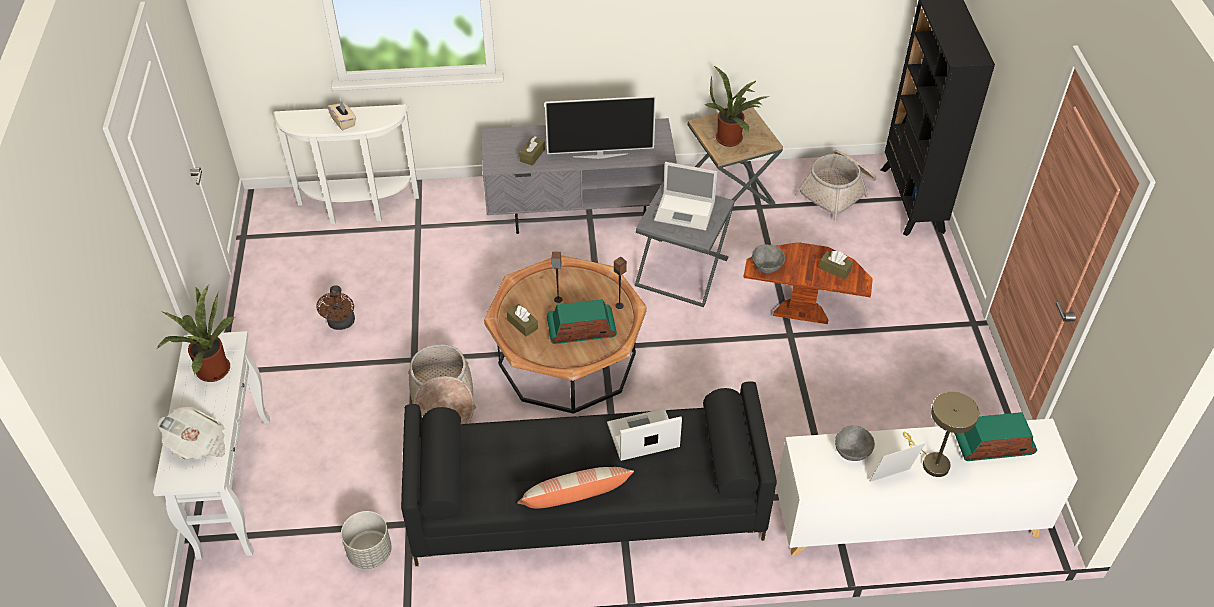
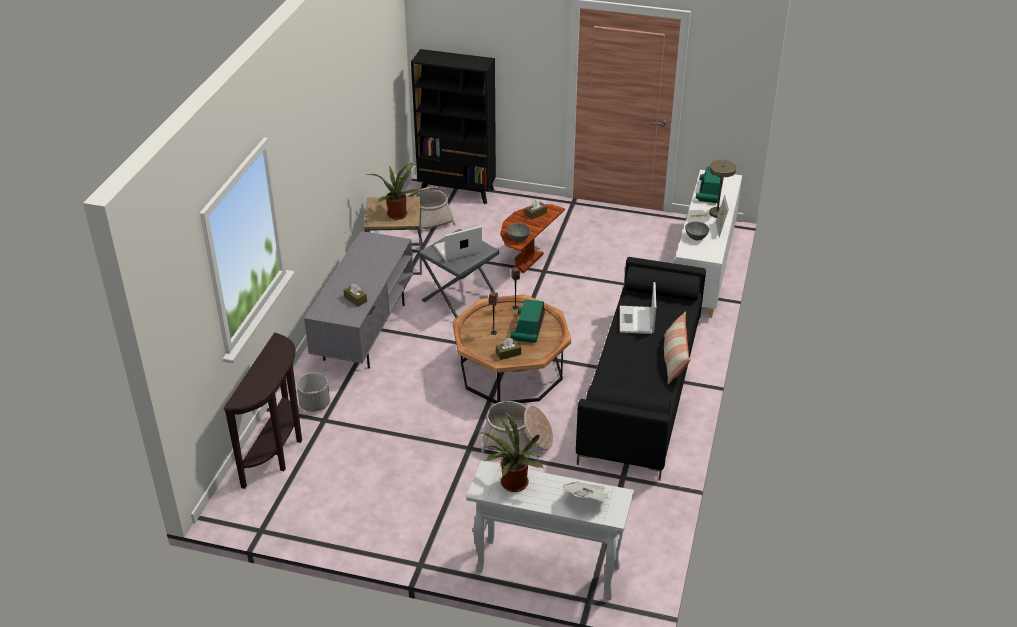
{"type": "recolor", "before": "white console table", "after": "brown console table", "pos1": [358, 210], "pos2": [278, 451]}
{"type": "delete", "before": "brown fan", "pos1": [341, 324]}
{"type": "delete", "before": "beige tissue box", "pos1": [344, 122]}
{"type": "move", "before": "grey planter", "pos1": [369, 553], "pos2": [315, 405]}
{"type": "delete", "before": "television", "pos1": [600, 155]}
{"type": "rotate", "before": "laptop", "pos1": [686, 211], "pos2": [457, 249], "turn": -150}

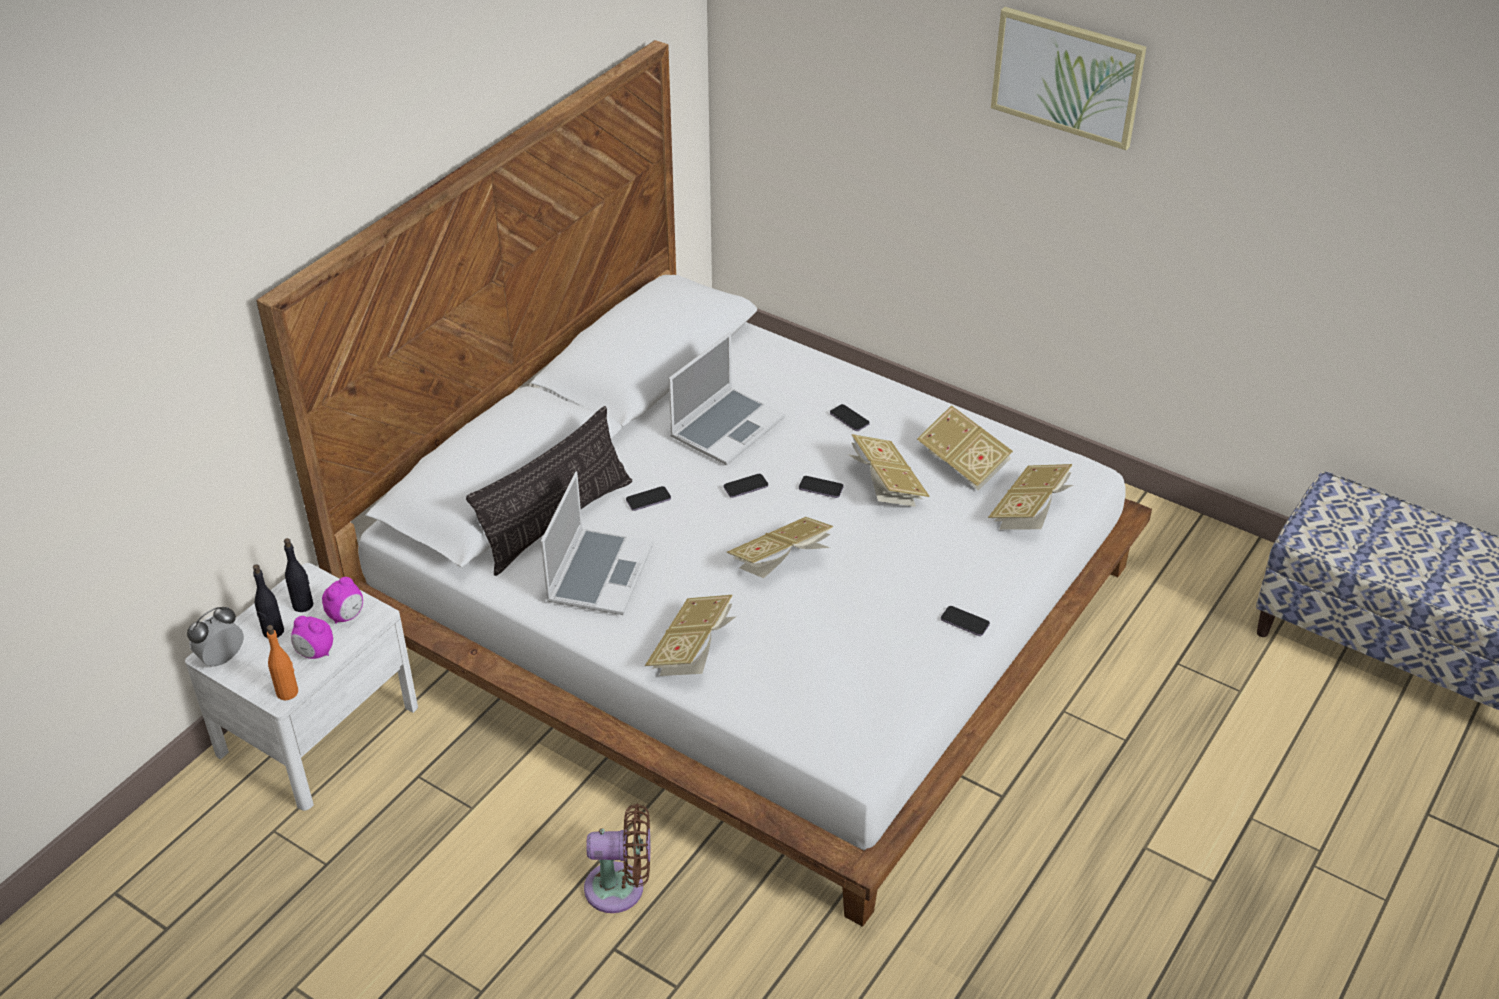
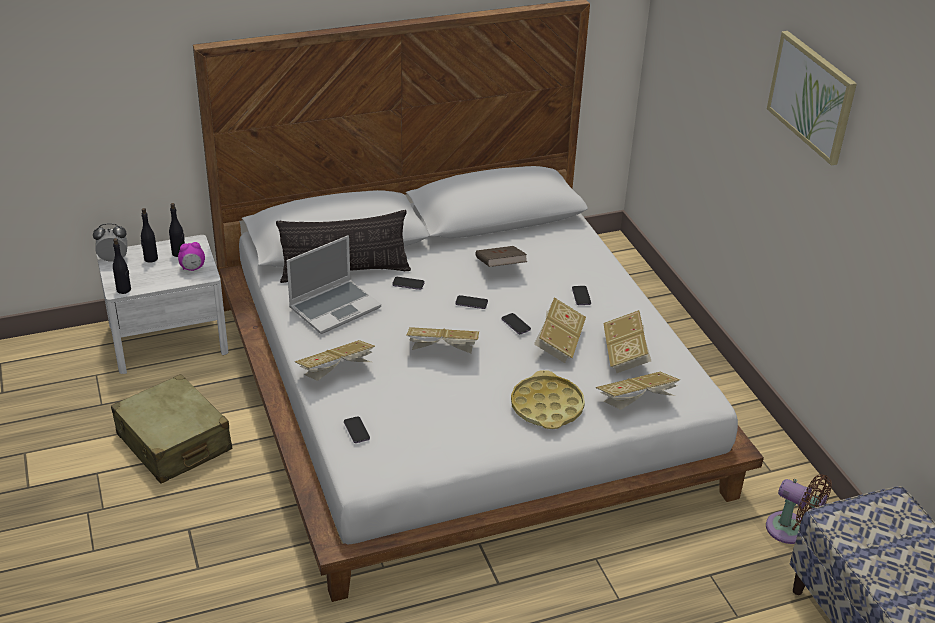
{"type": "recolor", "before": "orange bottle", "after": "black bottle", "pos1": [287, 692], "pos2": [124, 290]}
{"type": "delete", "before": "alarm clock", "pos1": [315, 653]}
{"type": "move", "before": "brown fan", "pos1": [621, 888], "pos2": [791, 530]}
{"type": "replace", "before": "laptop", "after": "brown book", "pos1": [727, 427], "pos2": [500, 267]}
{"type": "move", "before": "phone", "pos1": [964, 622], "pos2": [356, 431]}
{"type": "insert", "after": "beige suitcase", "pos2": [174, 443]}
{"type": "insert", "after": "yellow tray", "pos2": [546, 407]}

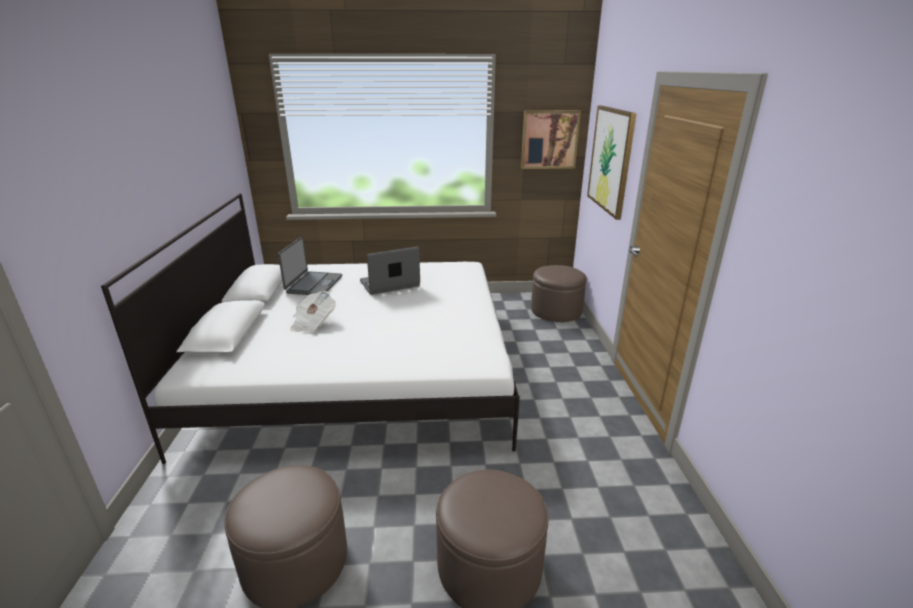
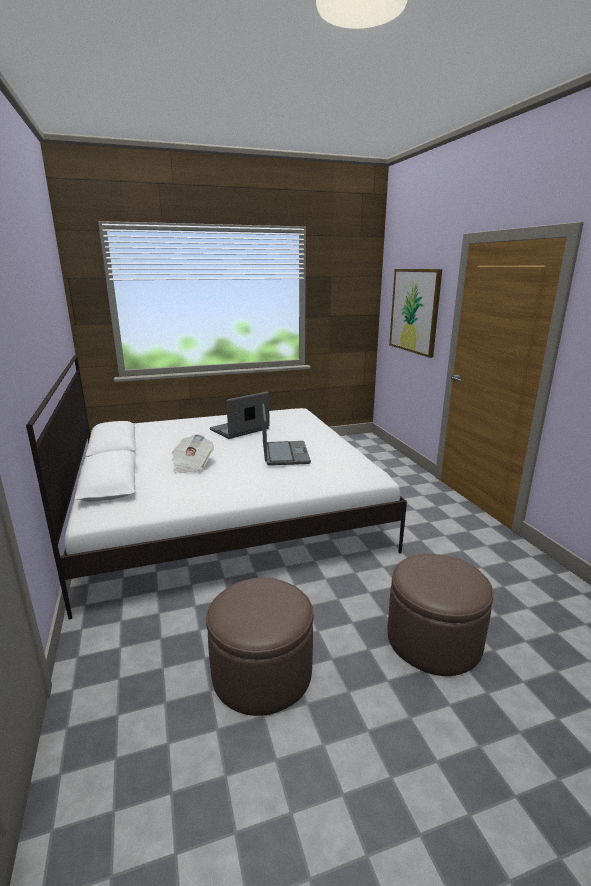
{"type": "move", "before": "laptop", "pos1": [313, 284], "pos2": [284, 454]}
{"type": "delete", "before": "picture", "pos1": [549, 140]}
{"type": "delete", "before": "brown ottoman", "pos1": [556, 310]}

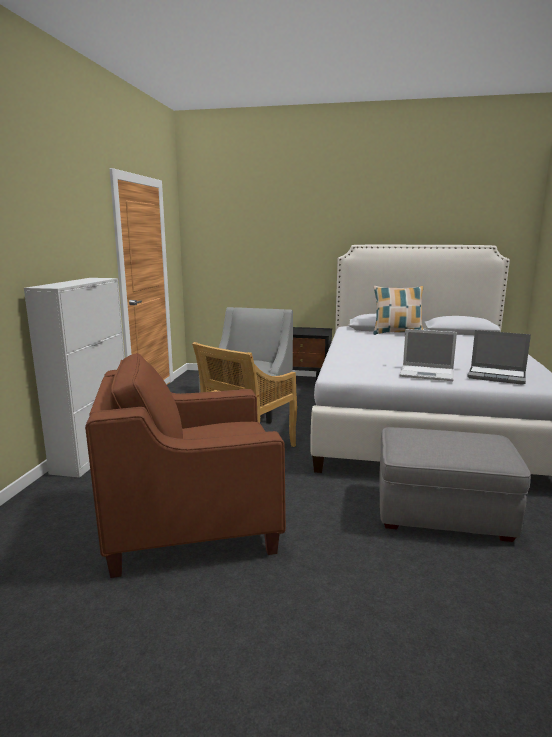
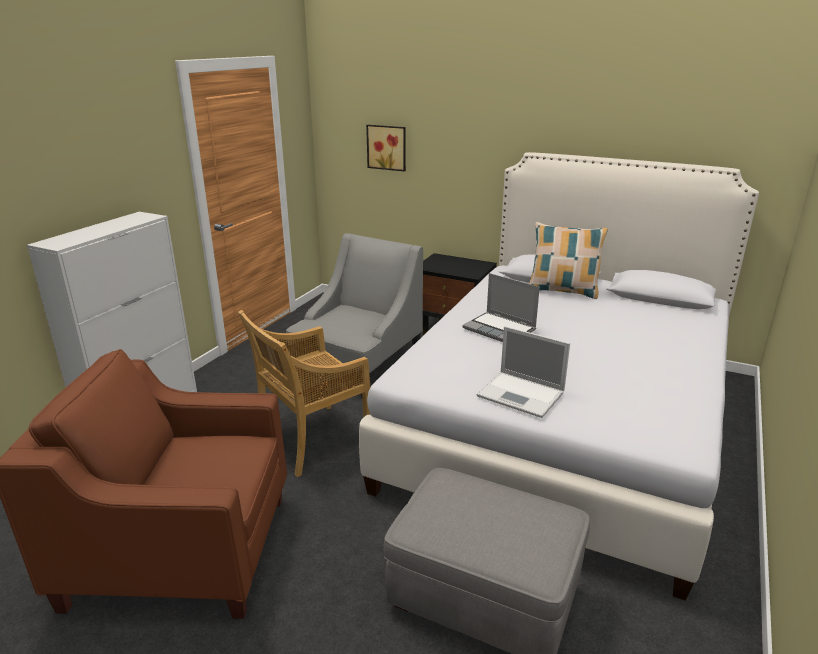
{"type": "move", "before": "laptop", "pos1": [497, 376], "pos2": [500, 329]}
{"type": "insert", "after": "picture", "pos2": [387, 147]}

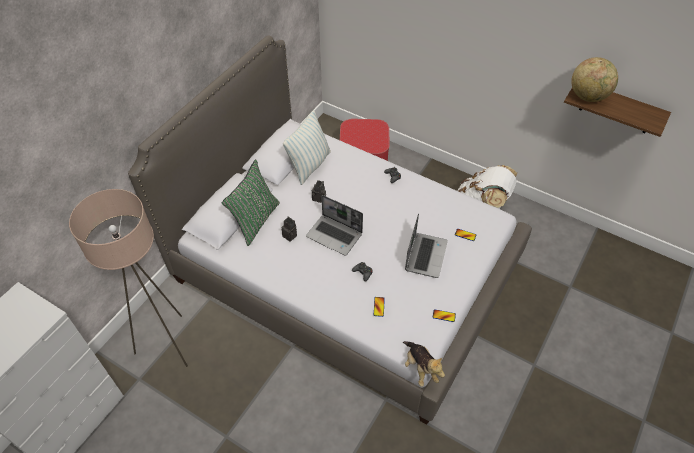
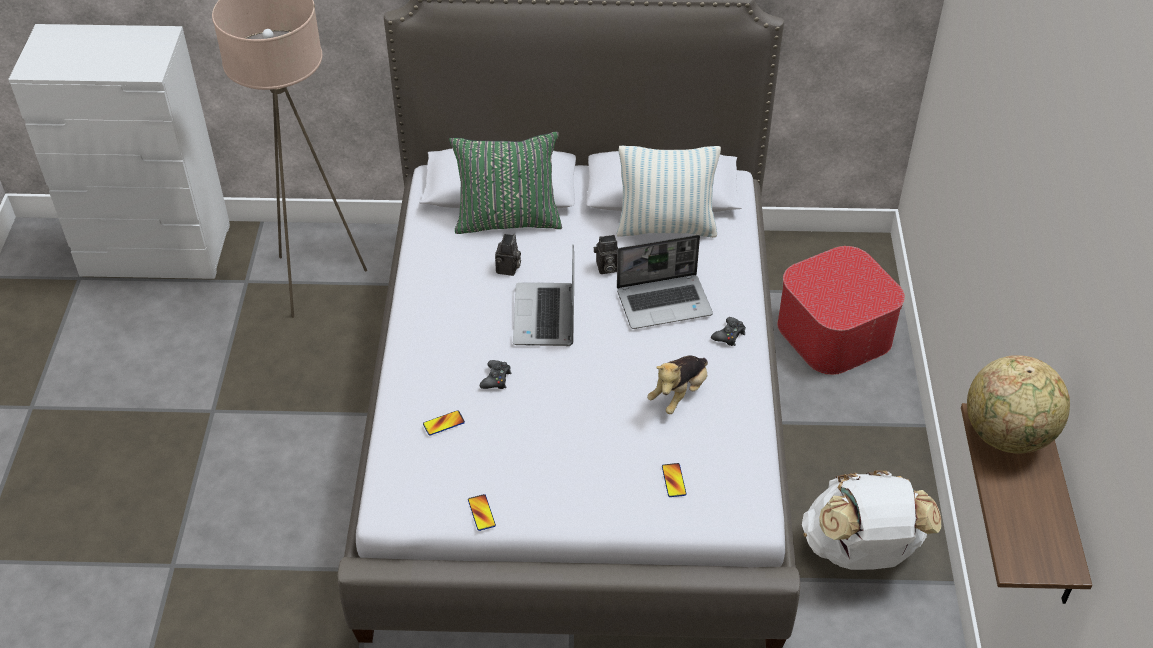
{"type": "move", "before": "plush toy", "pos1": [420, 368], "pos2": [679, 393]}
{"type": "move", "before": "laptop", "pos1": [425, 255], "pos2": [665, 302]}

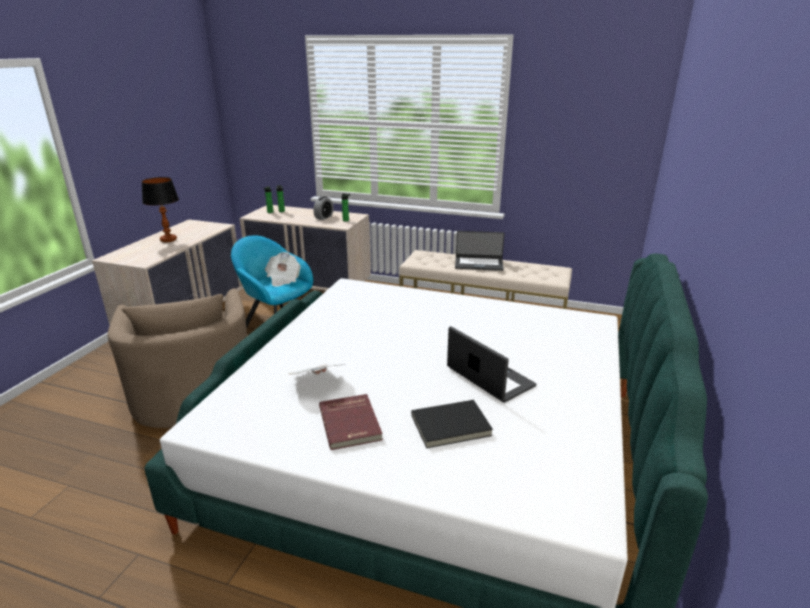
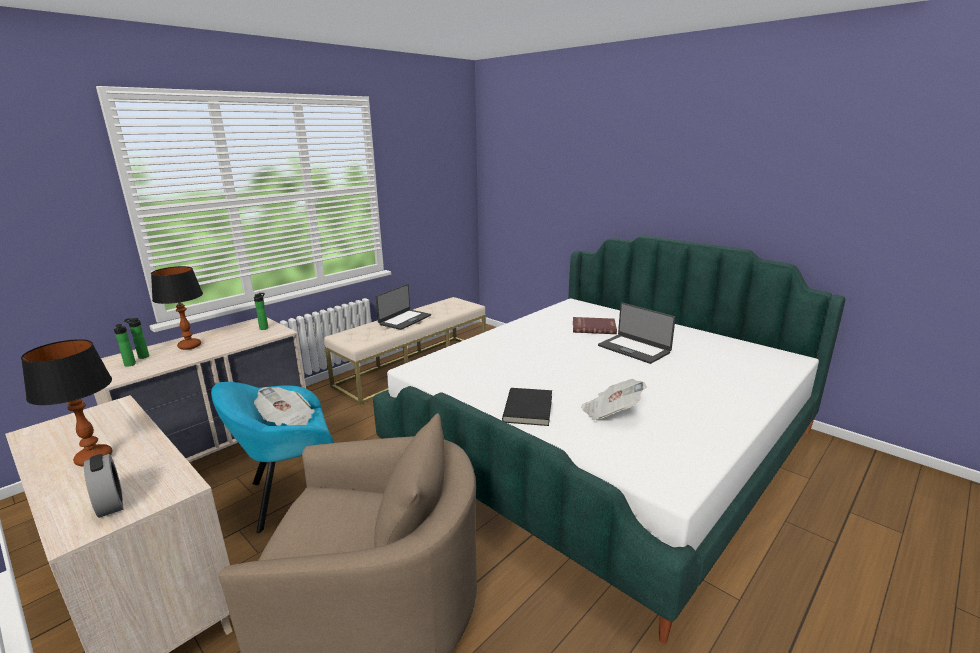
{"type": "move", "before": "alarm clock", "pos1": [324, 217], "pos2": [110, 503]}
{"type": "move", "before": "red book", "pos1": [351, 423], "pos2": [593, 327]}
{"type": "move", "before": "black book", "pos1": [451, 426], "pos2": [529, 409]}
{"type": "rotate", "before": "laptop", "pos1": [489, 377], "pos2": [634, 349], "turn": -120}
{"type": "insert", "after": "table lamp", "pos2": [190, 346]}

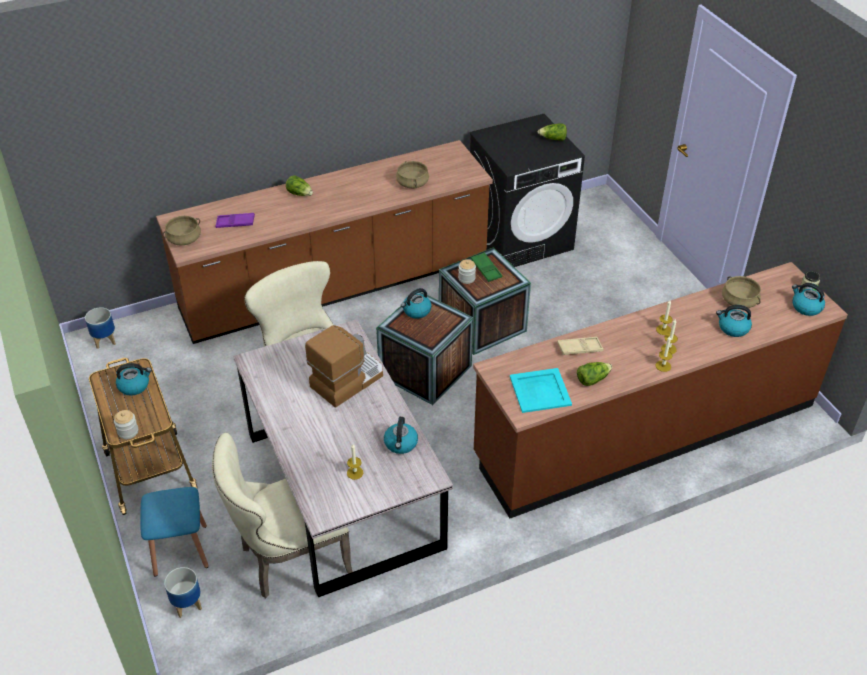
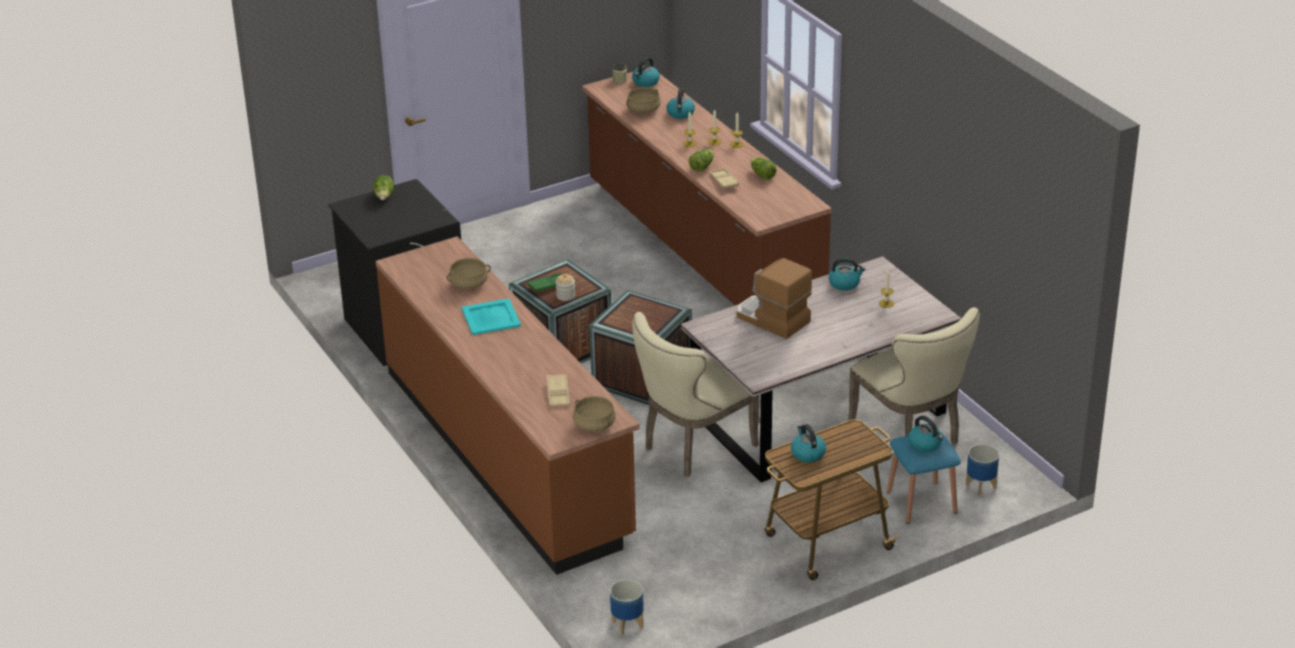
{"type": "delete", "before": "jar", "pos1": [128, 431]}
{"type": "recolor", "before": "purple tray", "after": "beige tray", "pos1": [235, 223], "pos2": [558, 394]}
{"type": "move", "before": "lettuce", "pos1": [300, 194], "pos2": [701, 166]}
{"type": "move", "before": "kettle", "pos1": [416, 311], "pos2": [925, 444]}
{"type": "move", "before": "turquoise tray", "pos1": [539, 390], "pos2": [490, 317]}

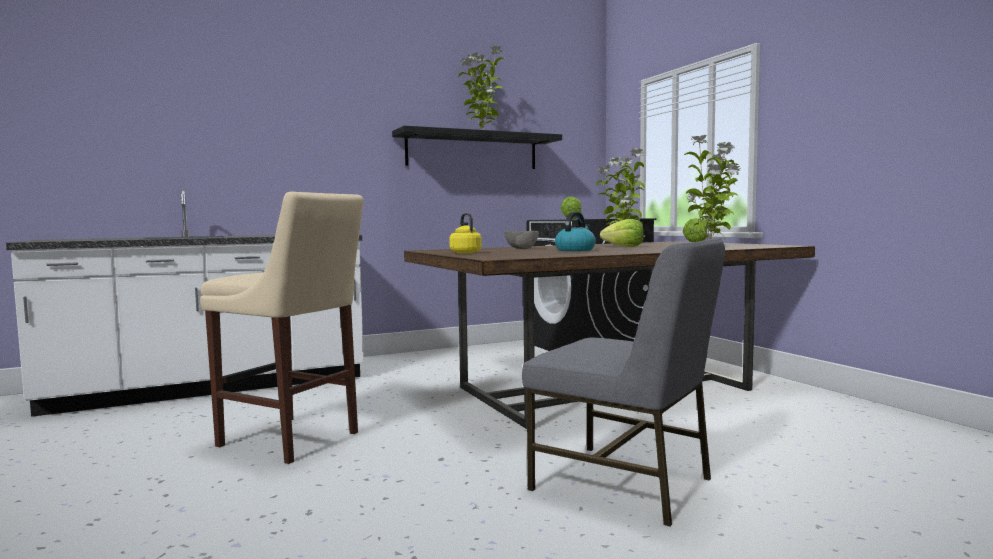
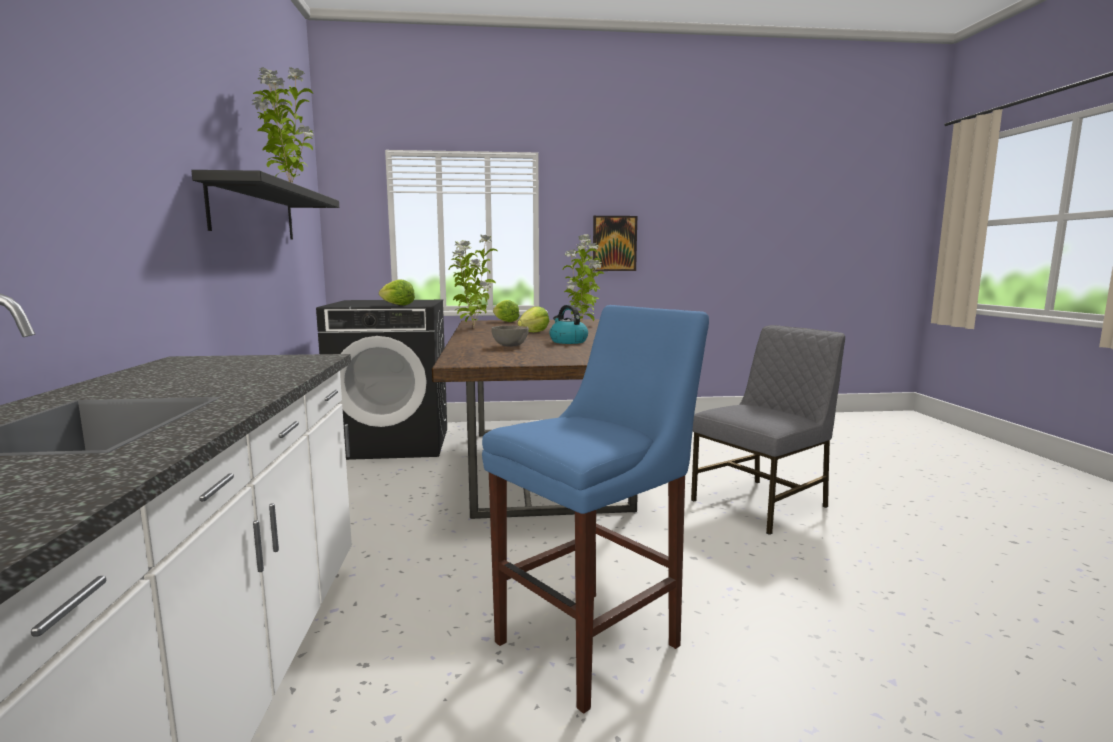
{"type": "recolor", "before": "beige stool", "after": "blue stool", "pos1": [293, 440], "pos2": [595, 640]}
{"type": "delete", "before": "yellow kettle", "pos1": [465, 252]}
{"type": "insert", "after": "picture", "pos2": [614, 243]}

